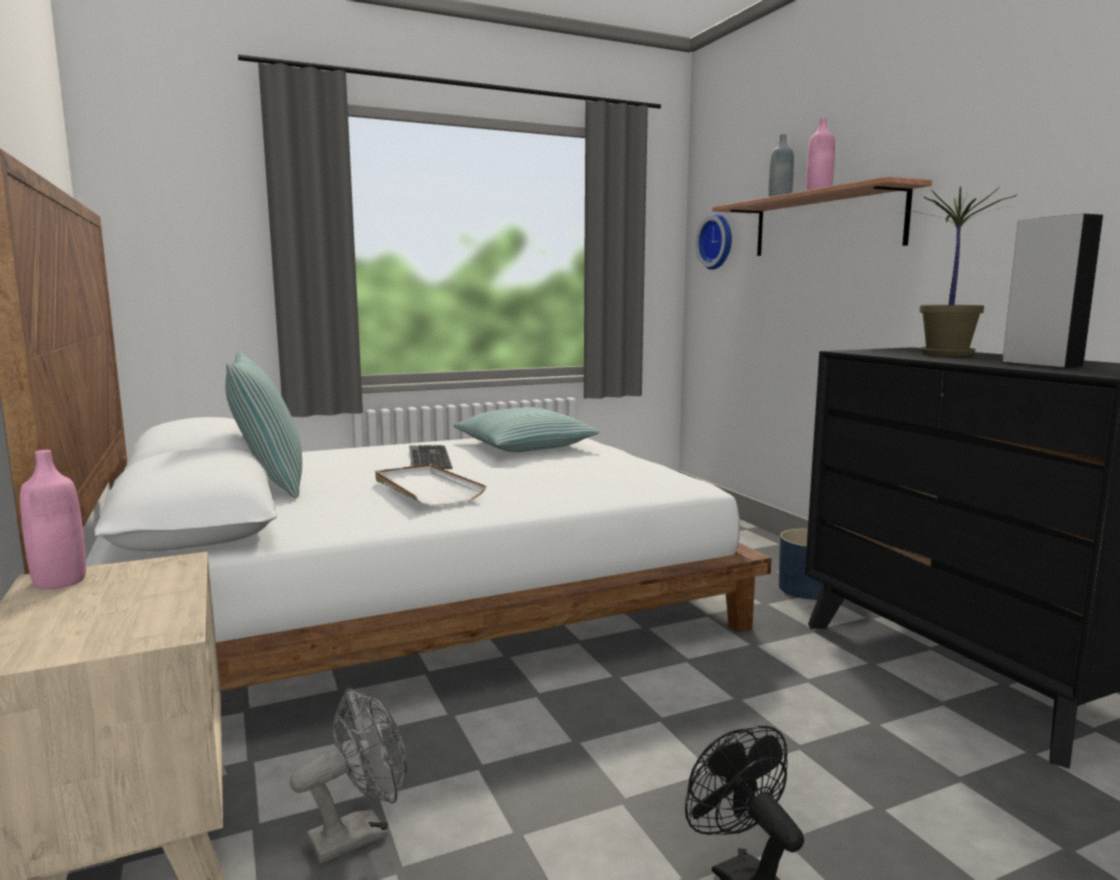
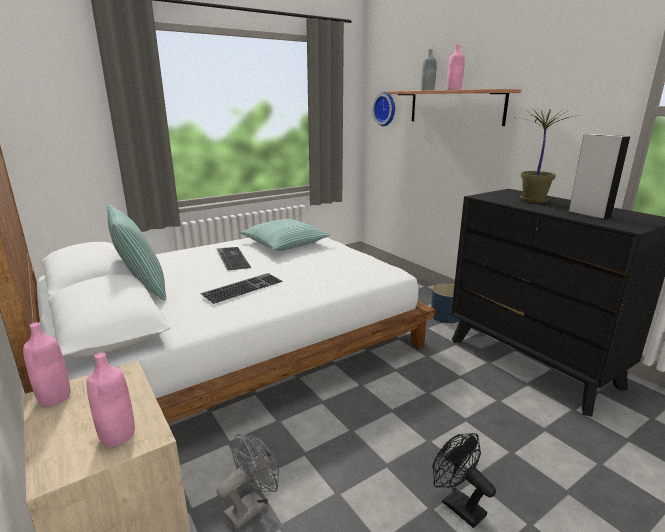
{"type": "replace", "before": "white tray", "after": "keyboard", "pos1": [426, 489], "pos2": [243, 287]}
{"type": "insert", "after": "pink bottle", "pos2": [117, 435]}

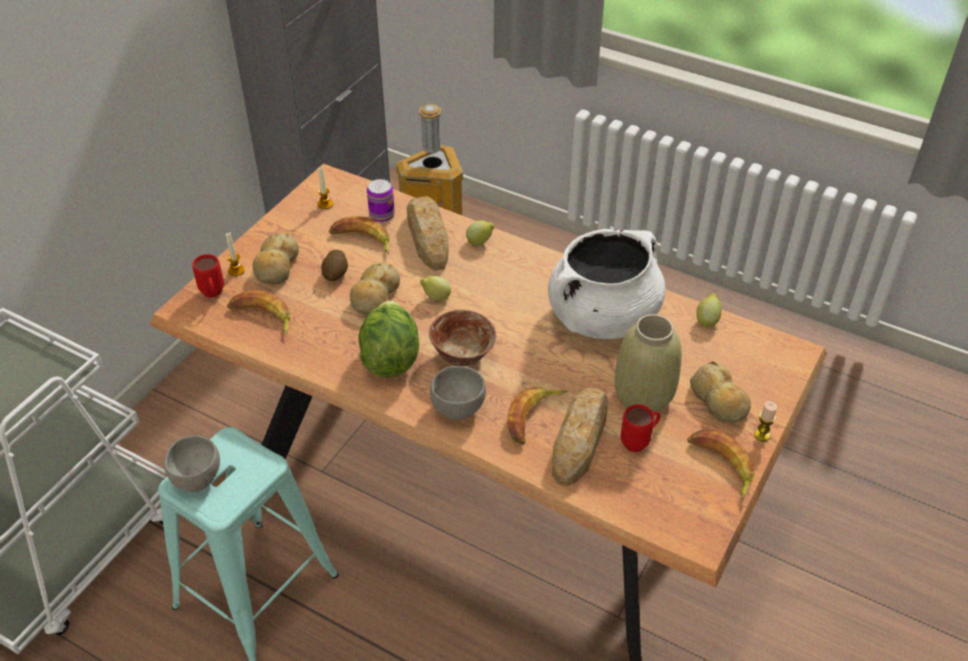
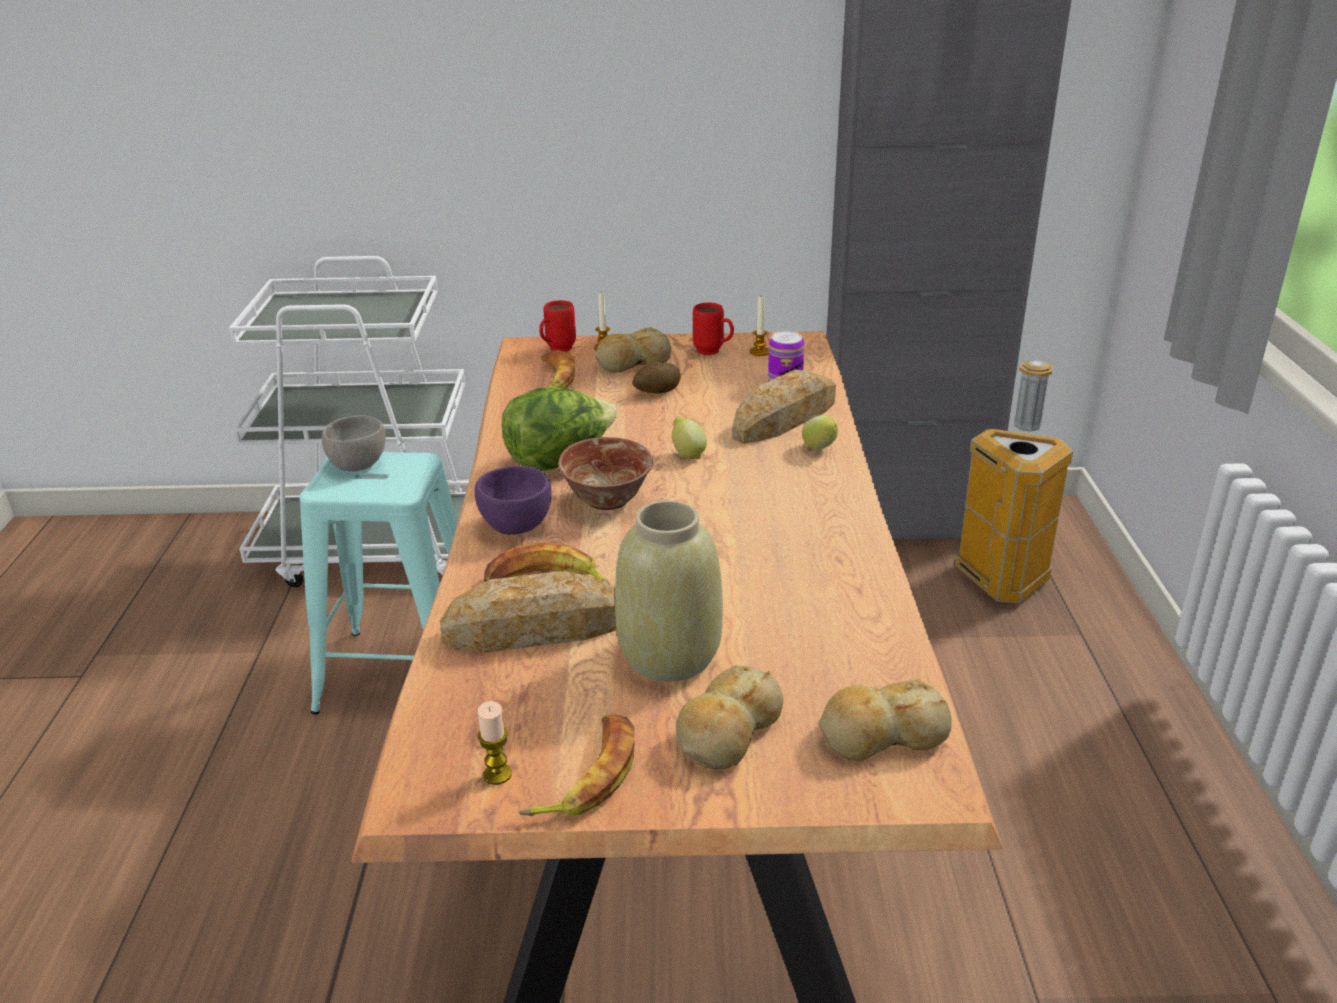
{"type": "delete", "before": "banana", "pos1": [362, 240]}
{"type": "move", "before": "bread", "pos1": [374, 297], "pos2": [881, 735]}
{"type": "recolor", "before": "grey bowl", "after": "purple bowl", "pos1": [457, 407], "pos2": [518, 525]}
{"type": "delete", "before": "white cooking pot", "pos1": [602, 318]}
{"type": "move", "before": "red mug", "pos1": [639, 442], "pos2": [713, 352]}
{"type": "delete", "before": "lemon", "pos1": [707, 320]}
{"type": "move", "before": "candle", "pos1": [762, 435], "pos2": [497, 774]}

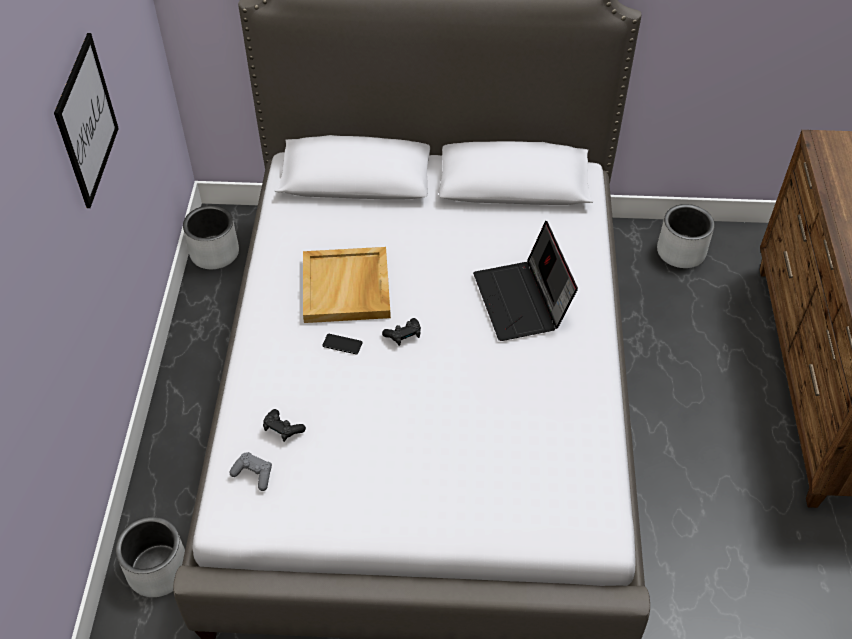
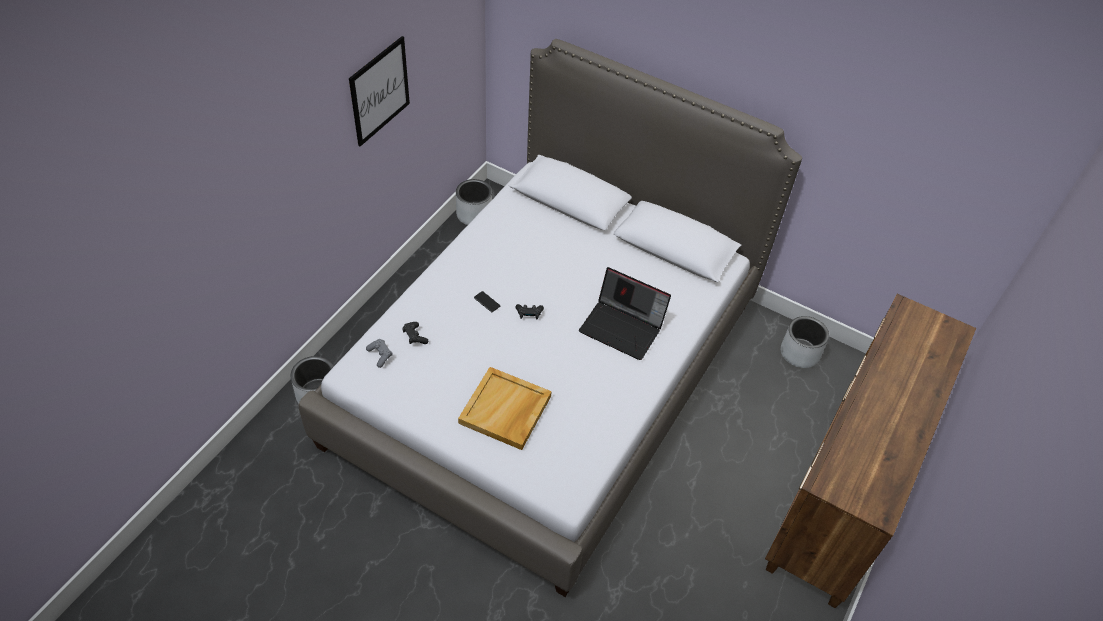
{"type": "move", "before": "beige tray", "pos1": [347, 288], "pos2": [505, 410]}
{"type": "rotate", "before": "laptop", "pos1": [522, 302], "pos2": [623, 327], "turn": -75}

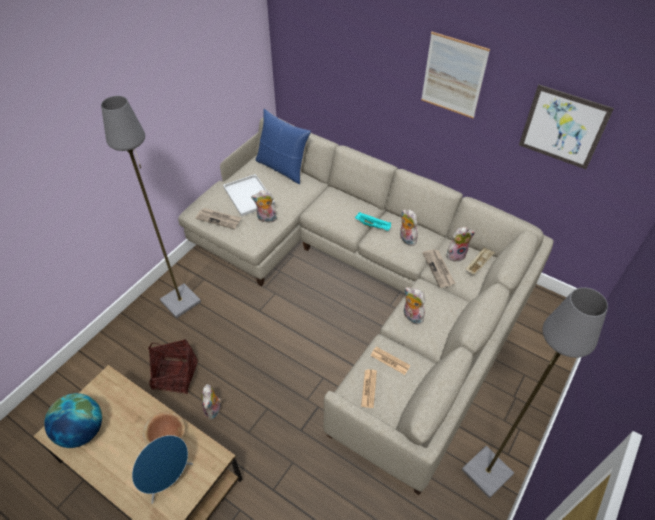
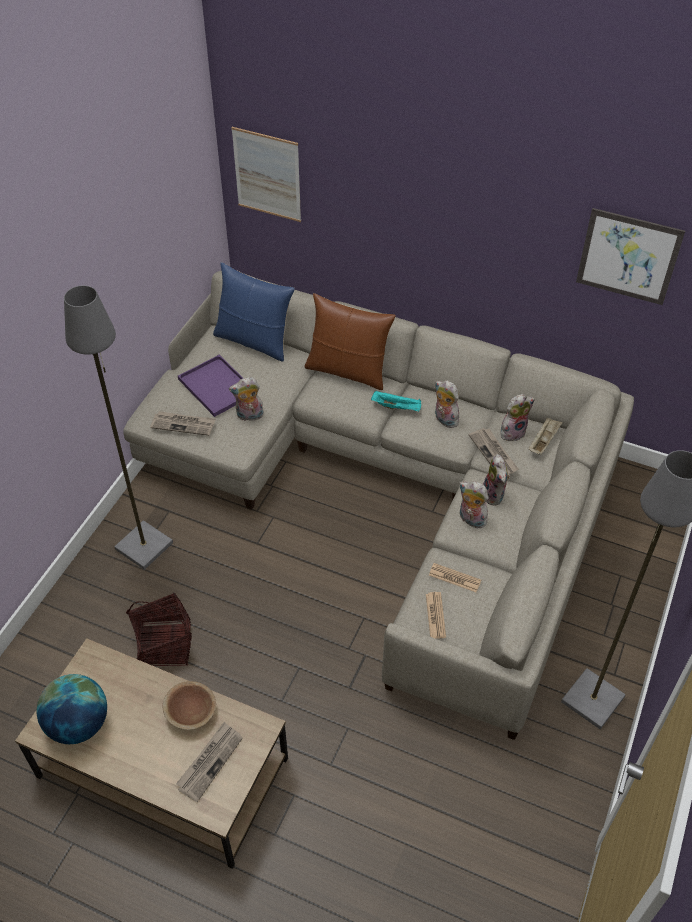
{"type": "replace", "before": "blue speaker", "after": "newspaper", "pos1": [169, 479], "pos2": [210, 762]}
{"type": "move", "before": "plush toy", "pos1": [214, 410], "pos2": [494, 496]}
{"type": "recolor", "before": "white tray", "after": "purple tray", "pos1": [247, 195], "pos2": [215, 386]}
{"type": "move", "before": "picture", "pos1": [453, 76], "pos2": [267, 175]}
{"type": "insert", "after": "brown pillow", "pos2": [348, 371]}

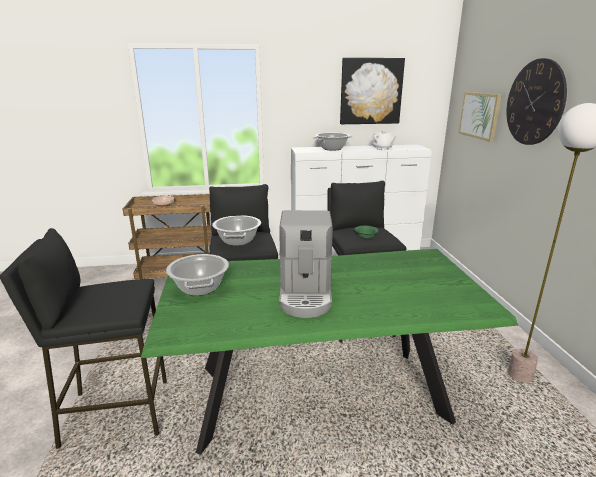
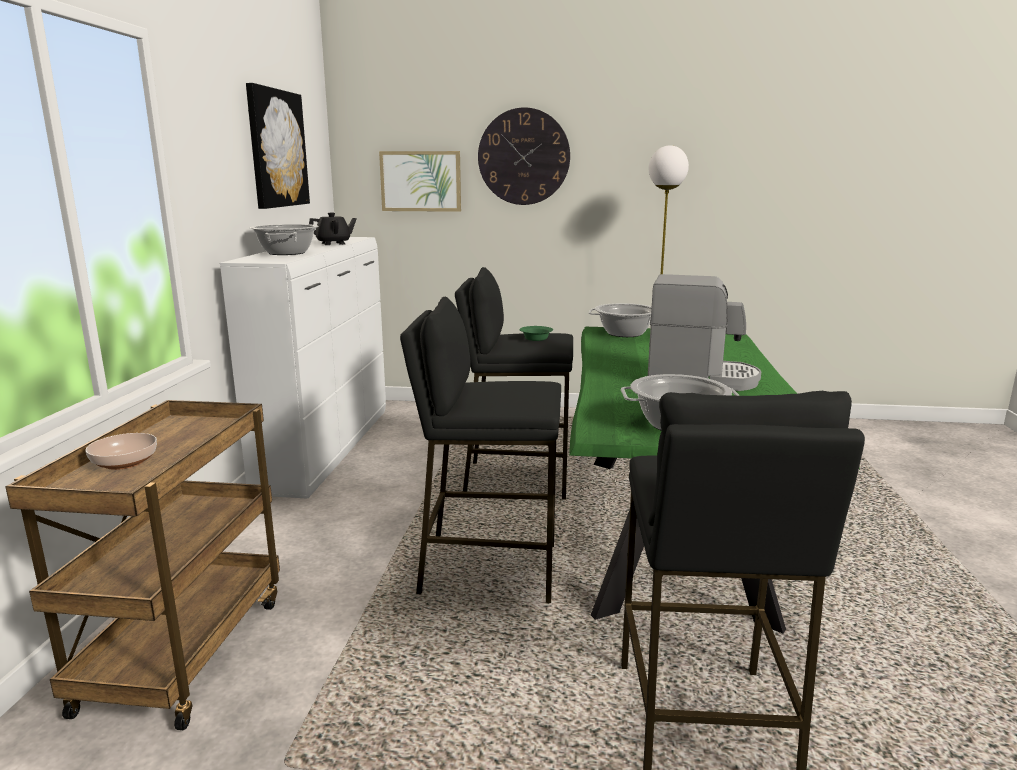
{"type": "move", "before": "cooking pot", "pos1": [237, 241], "pos2": [624, 333]}
{"type": "recolor", "before": "white teapot", "after": "black teapot", "pos1": [382, 149], "pos2": [333, 243]}

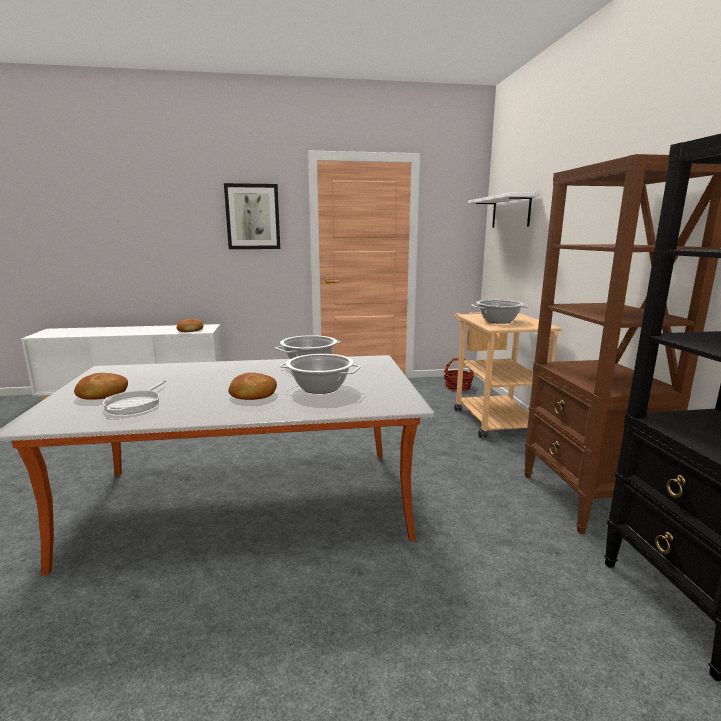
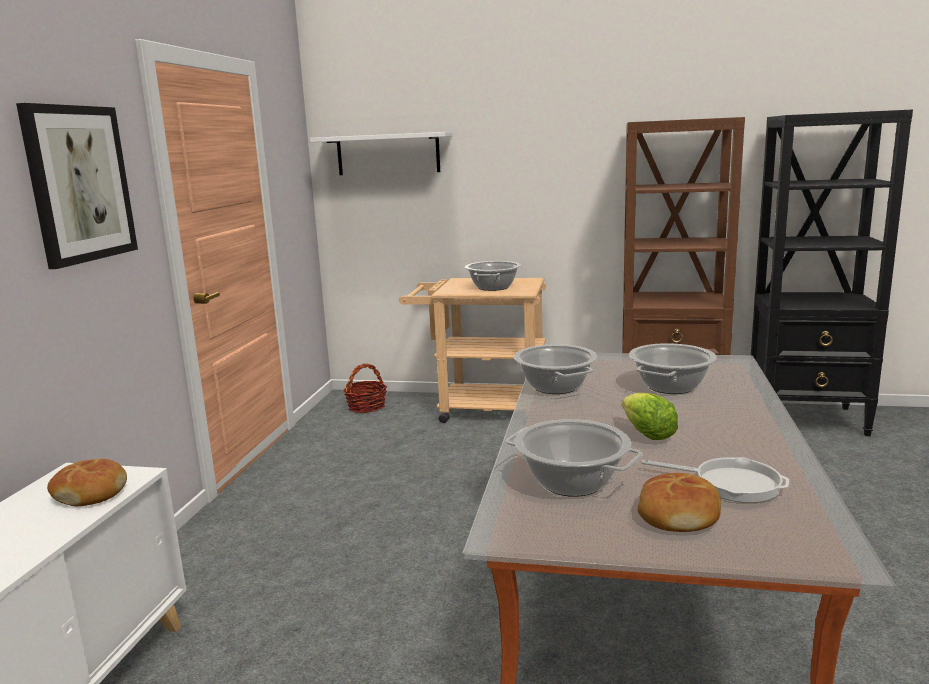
{"type": "delete", "before": "bread", "pos1": [252, 394]}
{"type": "insert", "after": "cooking pot", "pos2": [572, 482]}
{"type": "insert", "after": "lettuce", "pos2": [647, 434]}

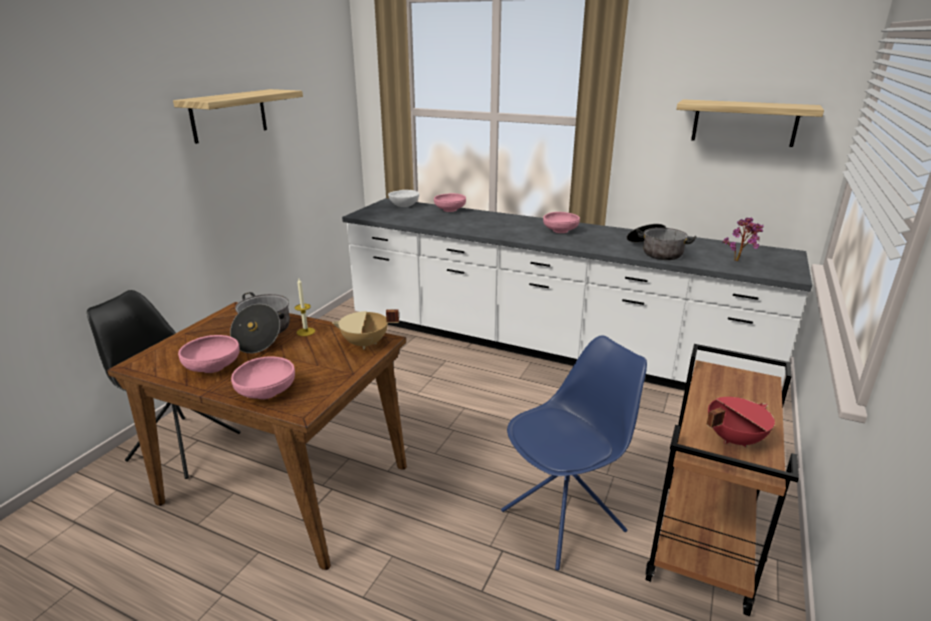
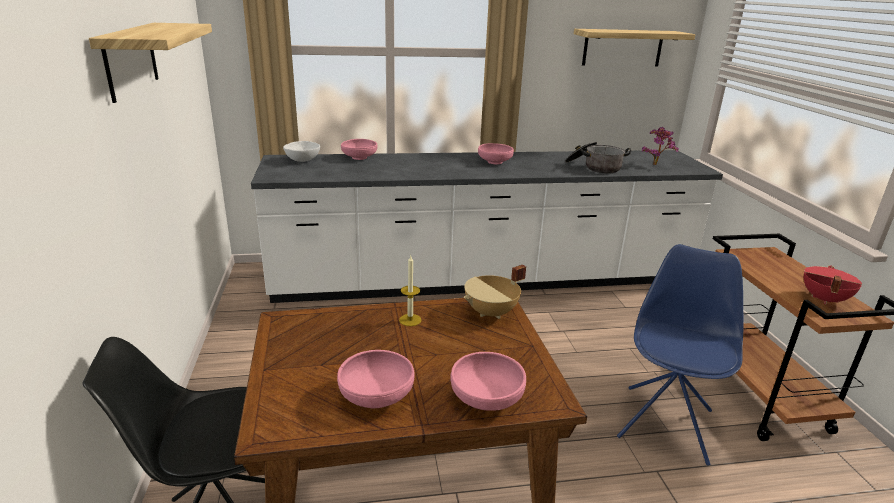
{"type": "delete", "before": "cooking pot", "pos1": [263, 334]}

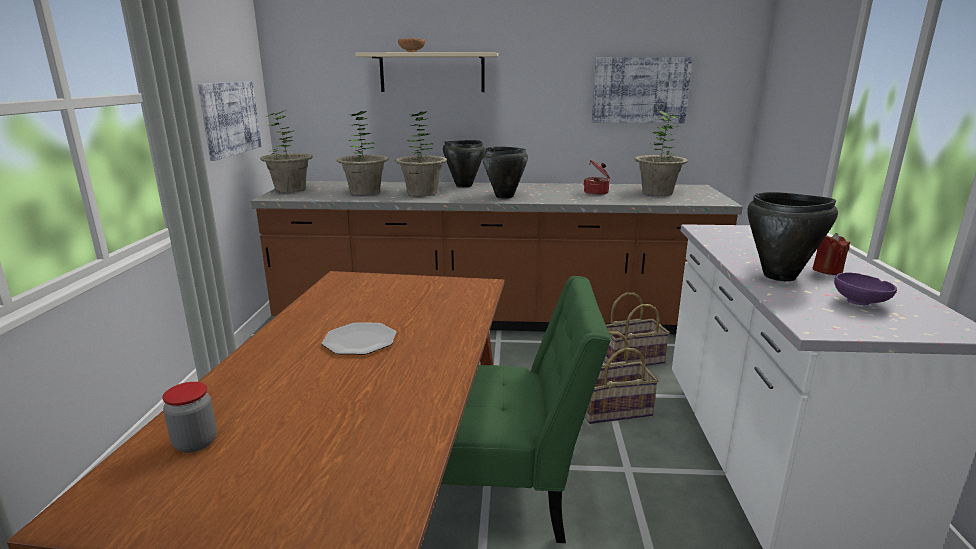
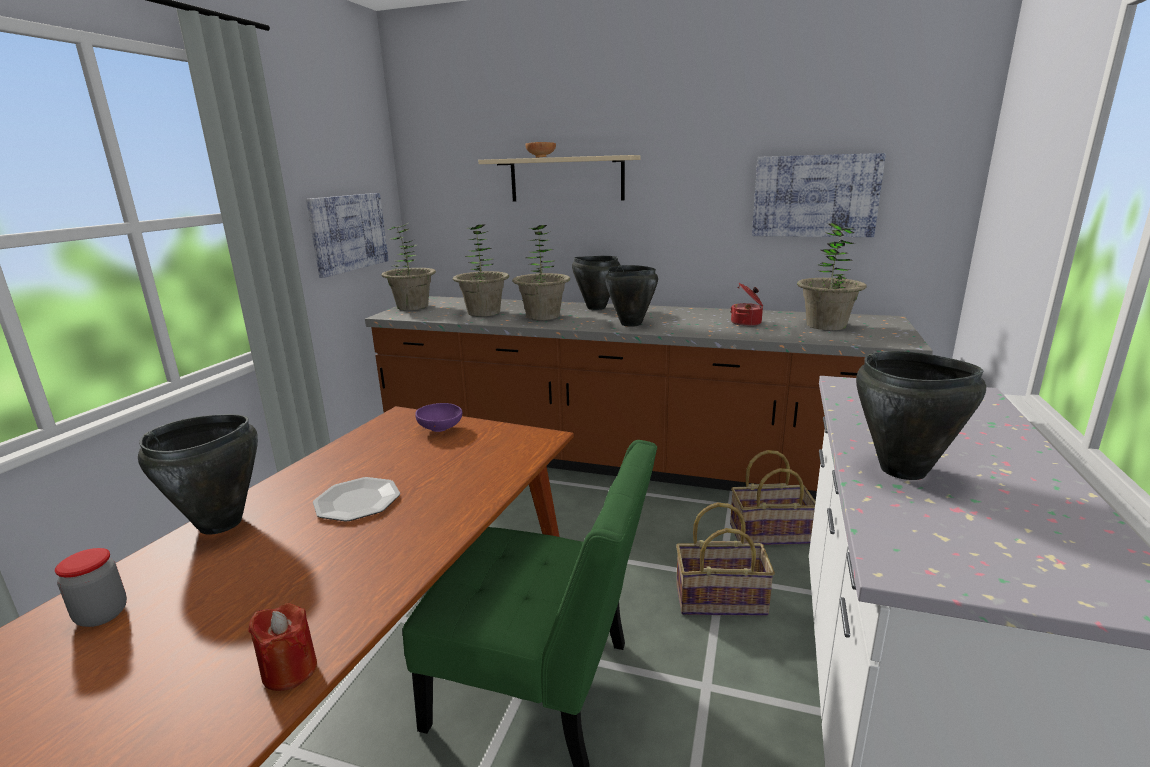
{"type": "move", "before": "red candle", "pos1": [827, 270], "pos2": [290, 670]}
{"type": "move", "before": "purple bowl", "pos1": [861, 303], "pos2": [441, 430]}
{"type": "insert", "after": "black cooking pot", "pos2": [221, 524]}

